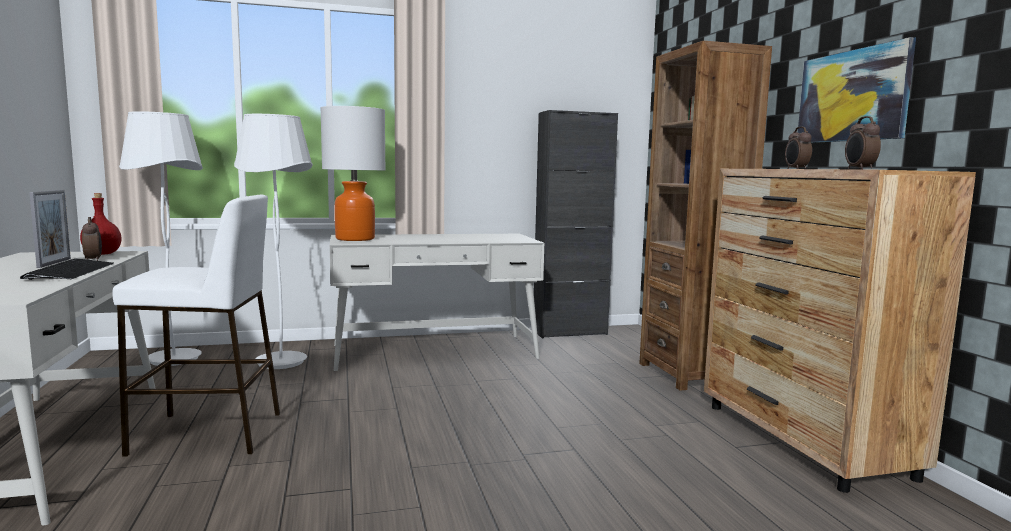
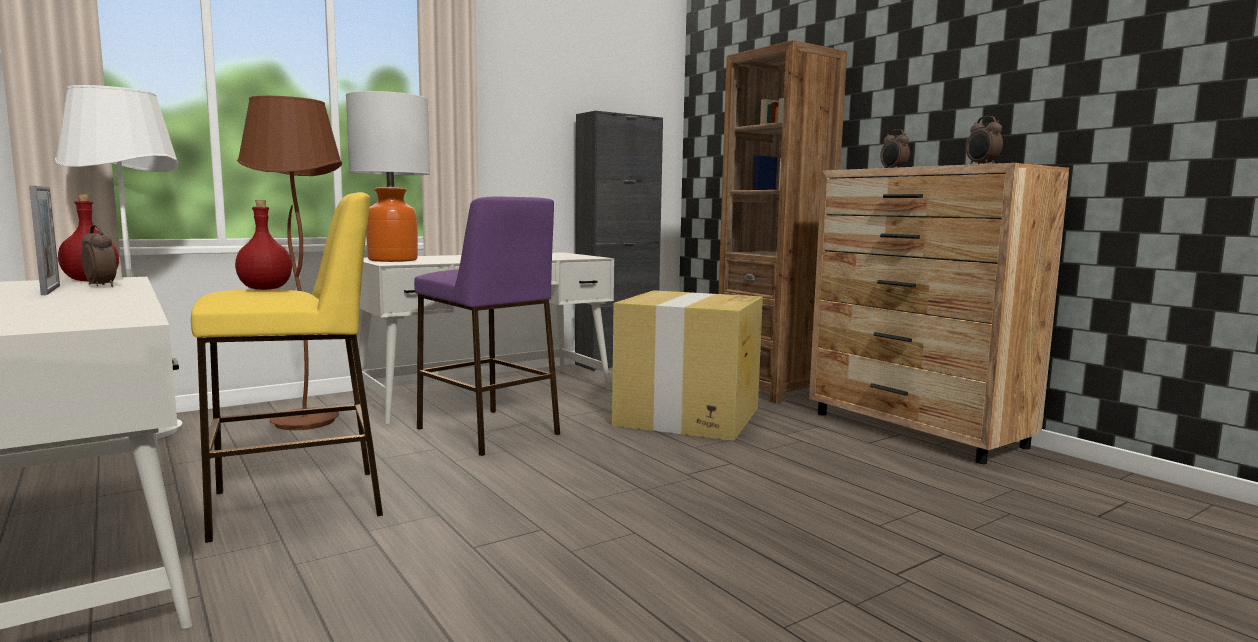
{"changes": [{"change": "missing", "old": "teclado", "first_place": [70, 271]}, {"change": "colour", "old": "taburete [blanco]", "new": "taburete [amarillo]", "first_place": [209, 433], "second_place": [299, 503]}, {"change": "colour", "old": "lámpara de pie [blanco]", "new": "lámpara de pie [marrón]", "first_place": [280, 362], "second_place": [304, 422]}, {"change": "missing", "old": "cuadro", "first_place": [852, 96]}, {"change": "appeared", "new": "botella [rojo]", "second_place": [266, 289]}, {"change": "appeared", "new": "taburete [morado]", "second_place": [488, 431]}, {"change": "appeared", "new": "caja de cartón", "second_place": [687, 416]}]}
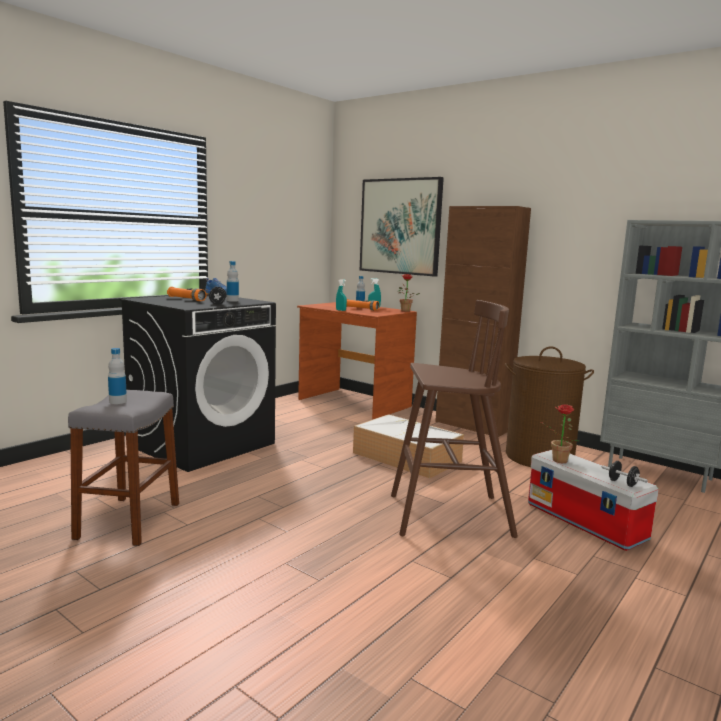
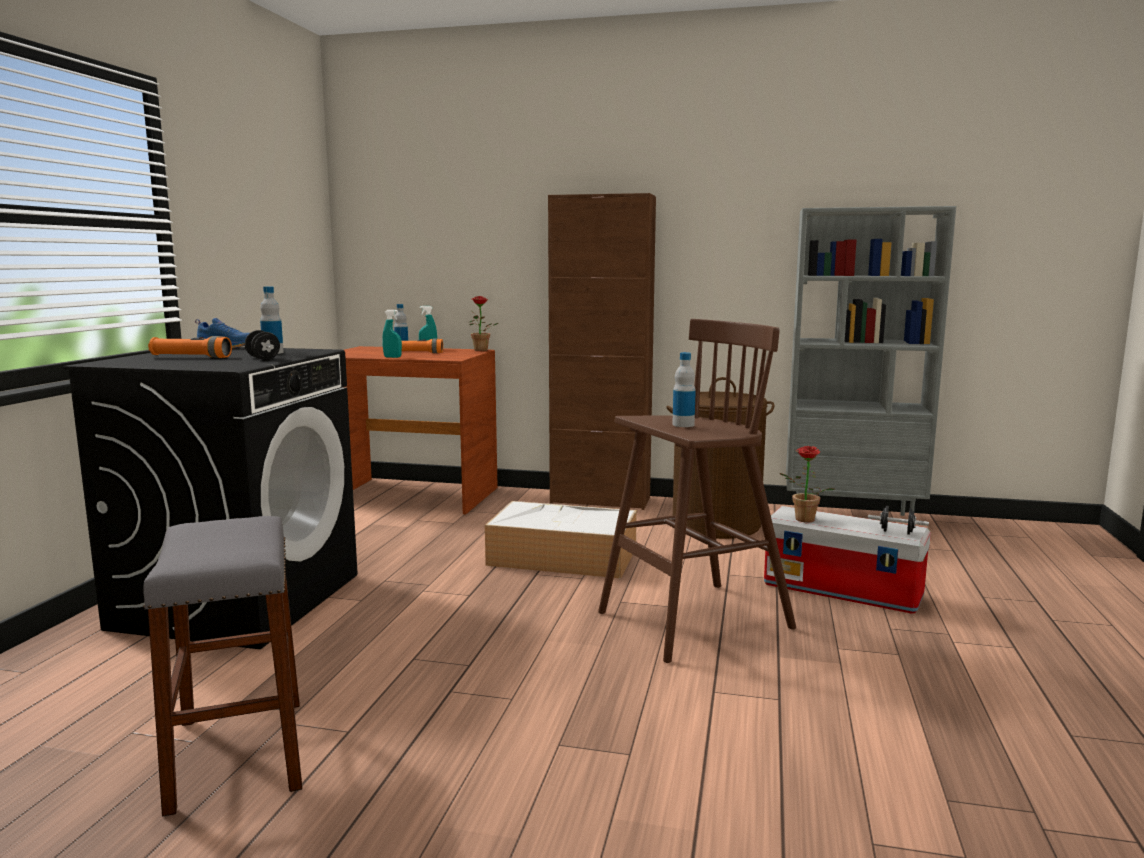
{"changes": [{"change": "relocated", "old": "botella", "first_place": [118, 401], "second_place": [683, 425]}, {"change": "missing", "old": "cuadro", "first_place": [400, 226]}]}
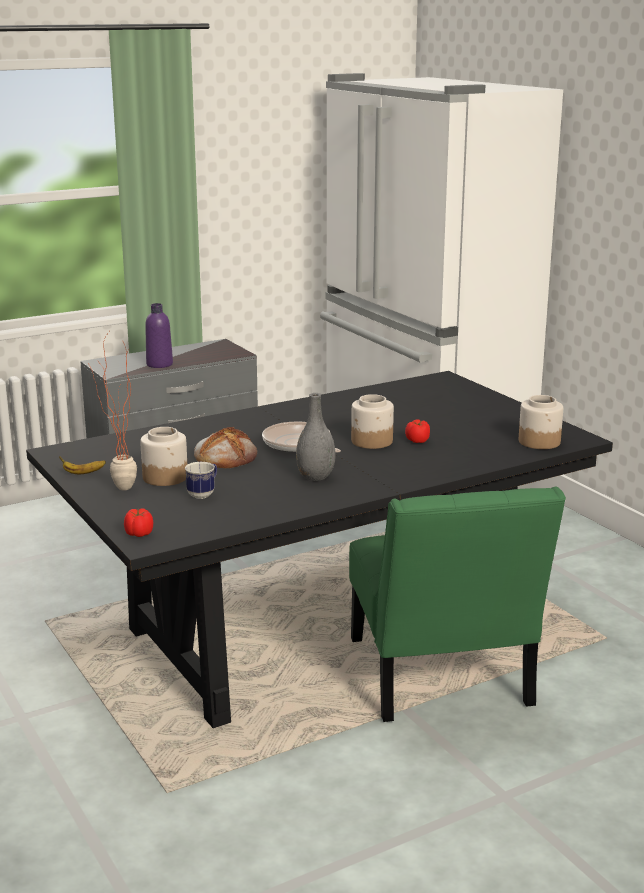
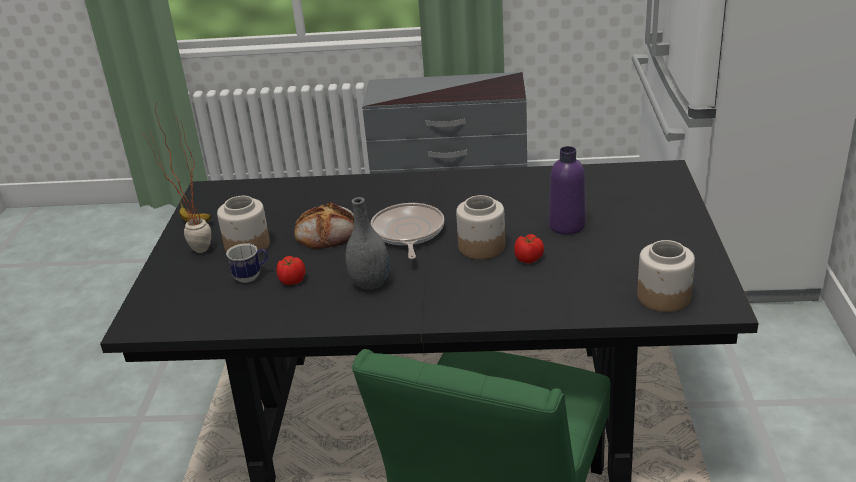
{"changes": [{"change": "relocated", "old": "tomate", "first_place": [139, 534], "second_place": [292, 281]}, {"change": "relocated", "old": "botella [morado]", "first_place": [159, 364], "second_place": [567, 226]}]}
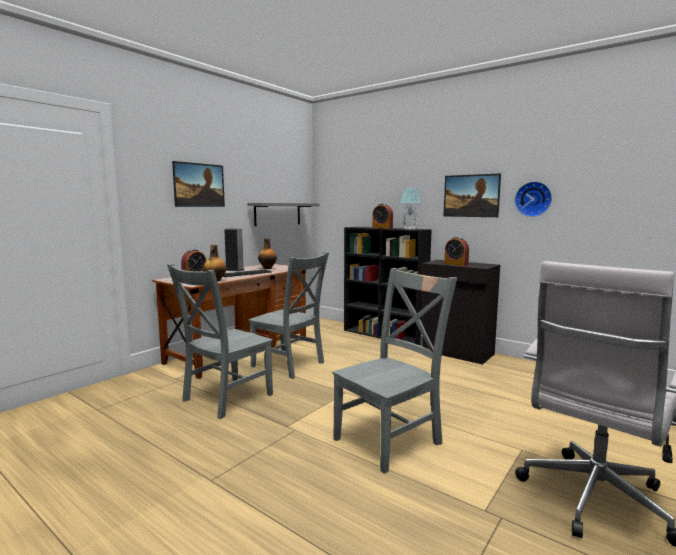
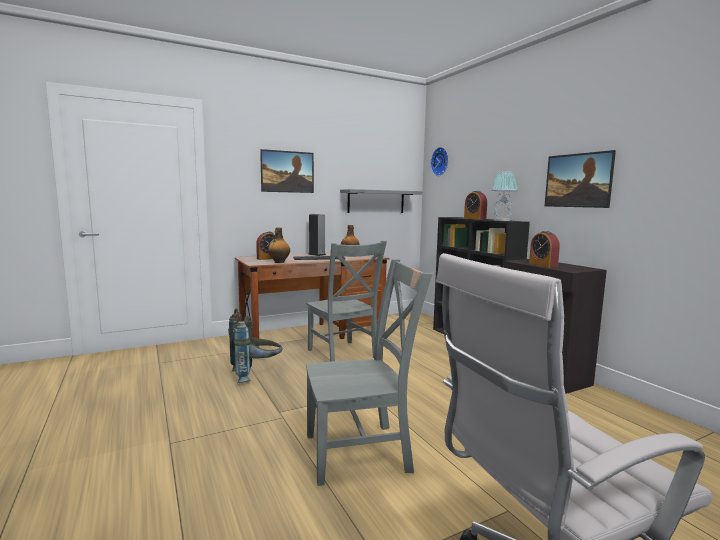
{"changes": [{"change": "exchanged", "old": "silla [gris]", "new": "mochila [gris]", "first_place": [225, 399], "second_place": [256, 374]}, {"change": "relocated", "old": "reloj de pared", "first_place": [533, 199], "second_place": [441, 161]}]}
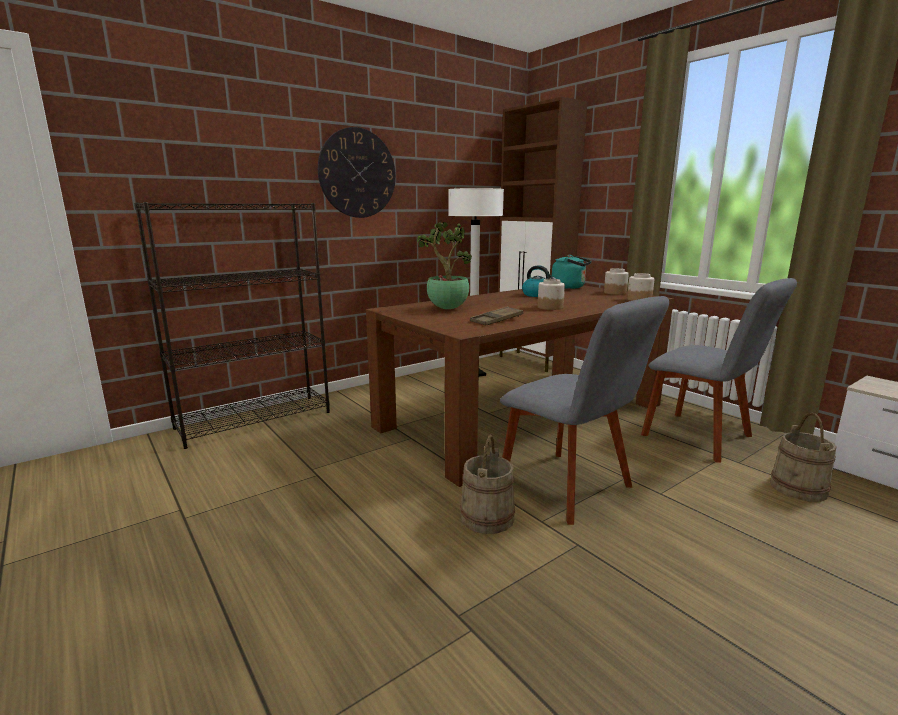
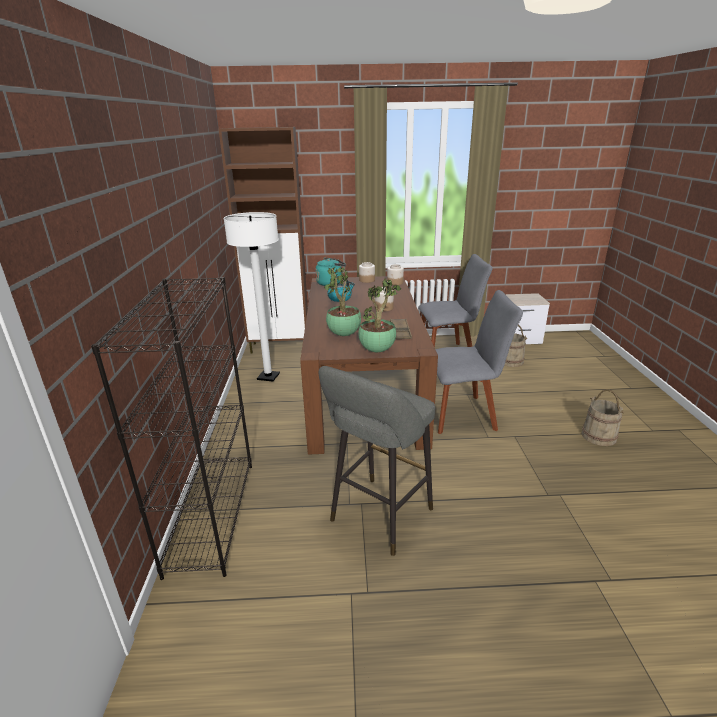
{"changes": [{"change": "missing", "old": "reloj de pared", "first_place": [357, 173]}, {"change": "relocated", "old": "cubo [beis]", "first_place": [487, 517], "second_place": [599, 436]}, {"change": "appeared", "new": "taburete [gris]", "second_place": [378, 518]}, {"change": "appeared", "new": "planta en maceta", "second_place": [378, 350]}]}
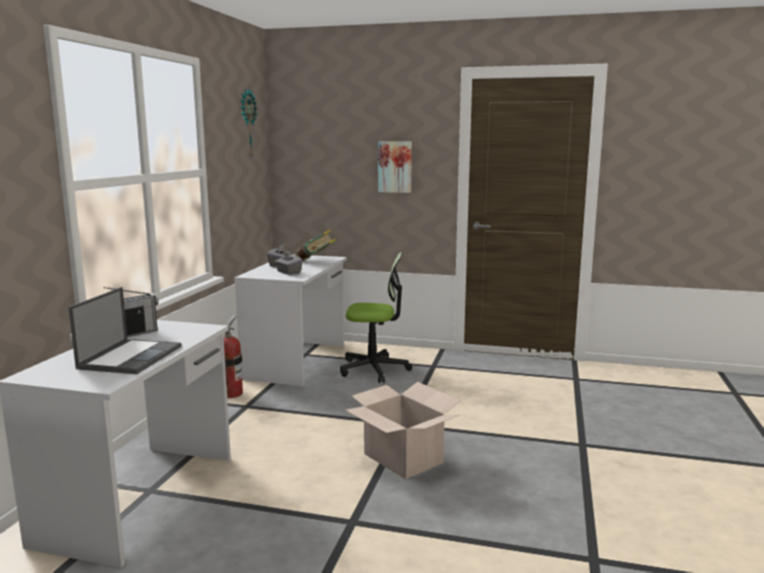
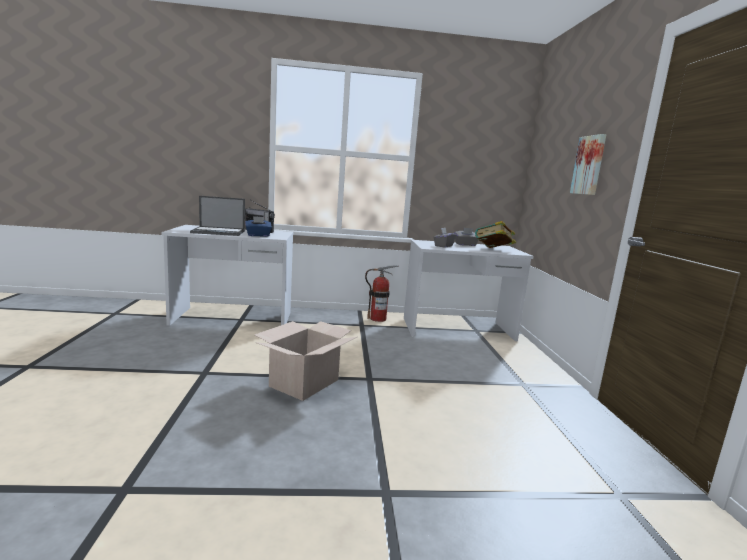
{"changes": [{"change": "missing", "old": "reloj de pared", "first_place": [247, 123]}, {"change": "missing", "old": "silla de oficina", "first_place": [374, 369]}, {"change": "appeared", "new": "caja de pañuelos [azul]", "second_place": [258, 235]}]}
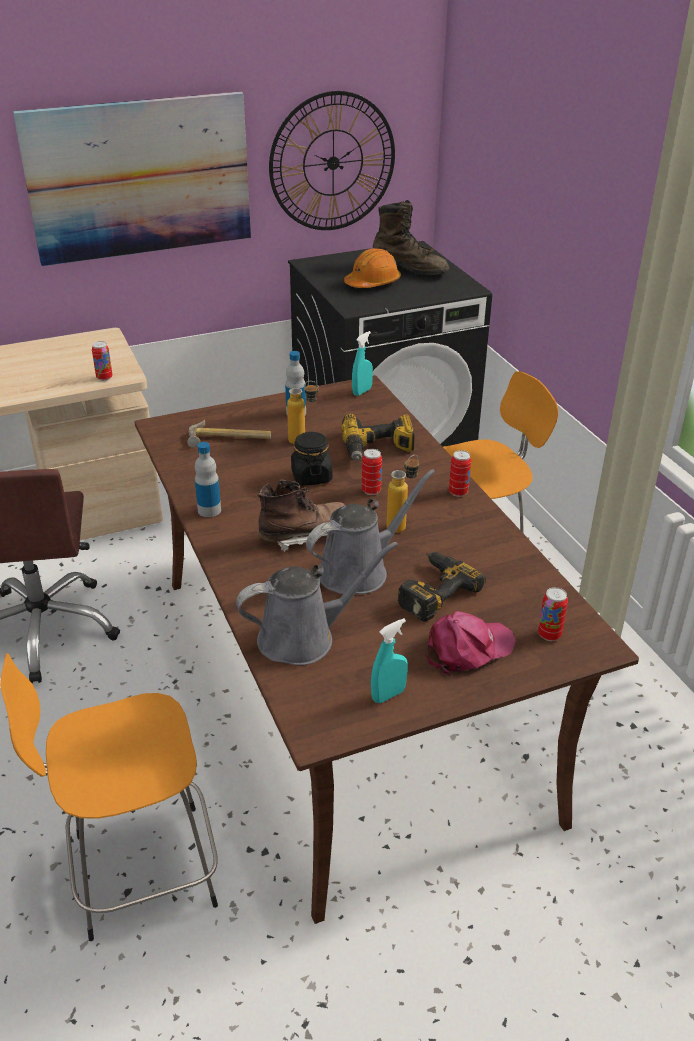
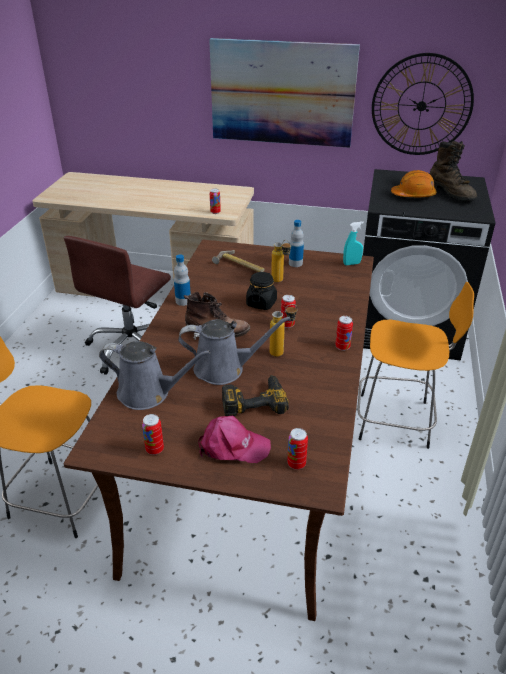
{"changes": [{"change": "missing", "old": "taladro", "first_place": [377, 448]}, {"change": "exchanged", "old": "pulverizador [turquesa]", "new": "lata", "first_place": [388, 695], "second_place": [154, 449]}]}
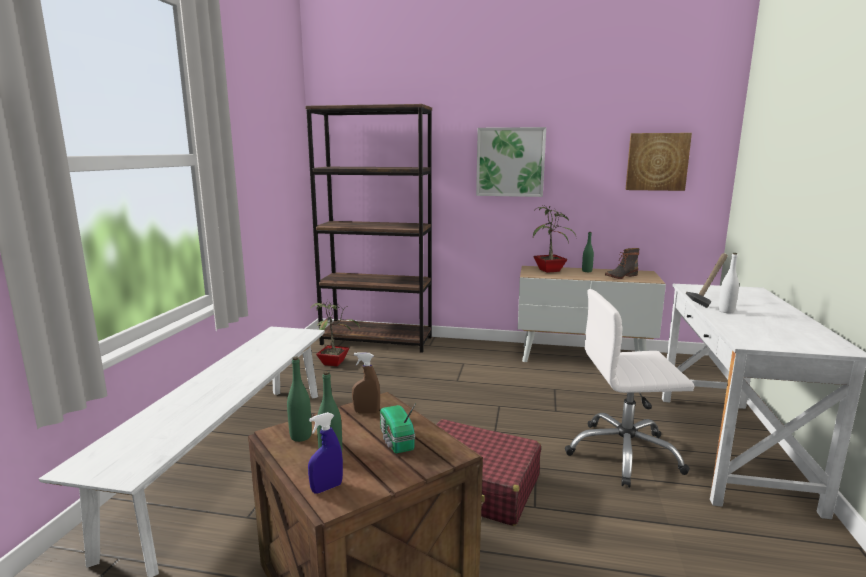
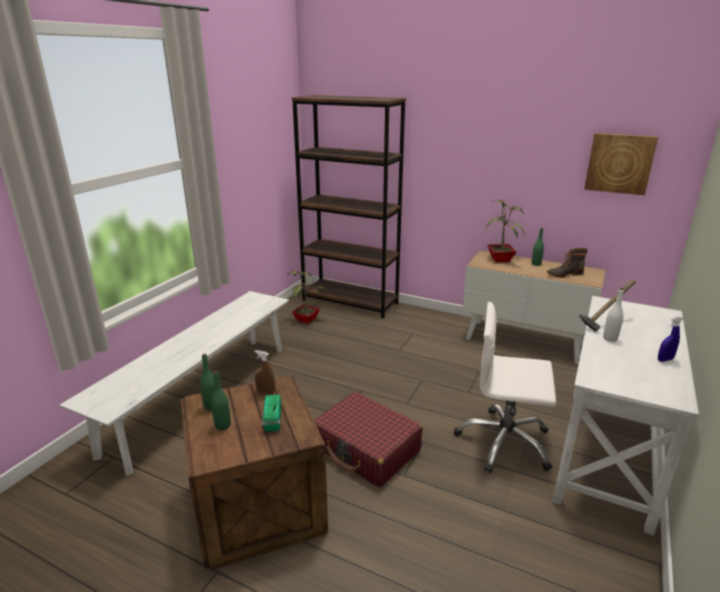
{"changes": [{"change": "relocated", "old": "pulverizador [azul]", "first_place": [326, 488], "second_place": [665, 359]}, {"change": "missing", "old": "cuadro", "first_place": [510, 162]}]}
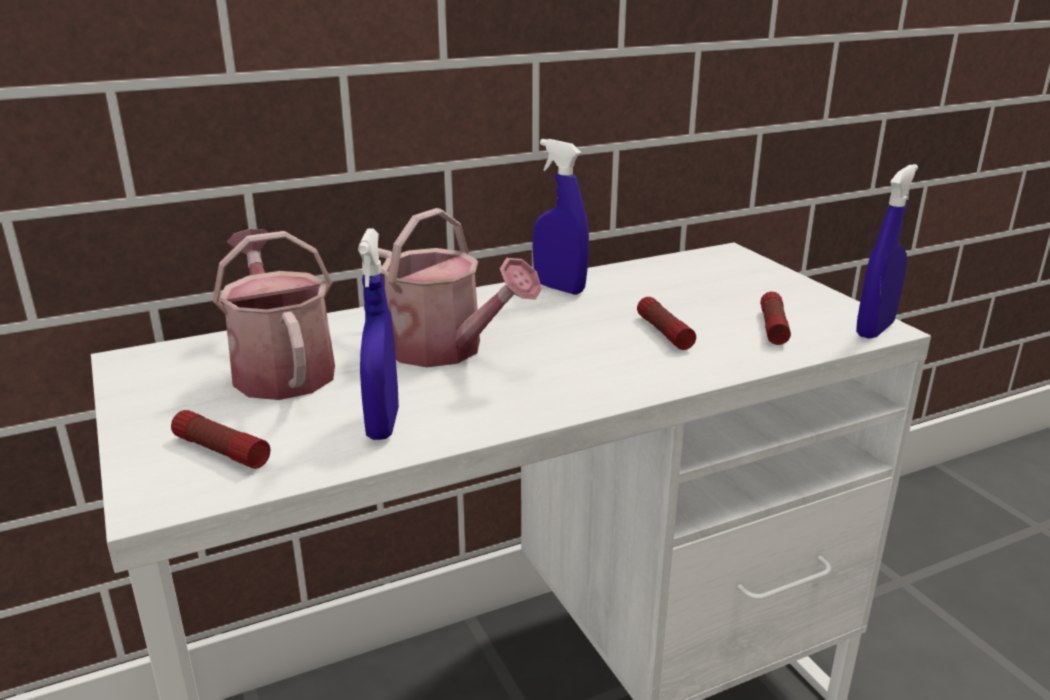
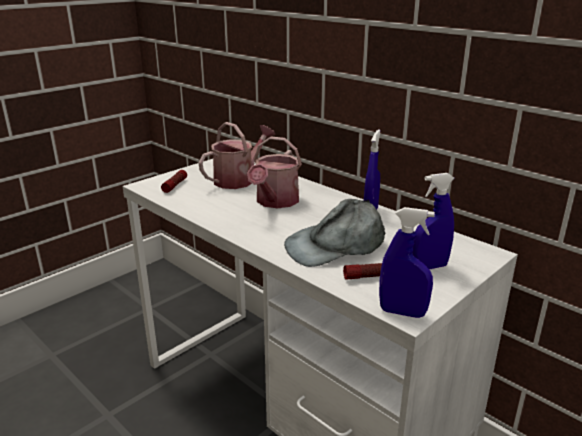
{"changes": [{"change": "relocated", "old": "pulverizador [azul]", "first_place": [383, 424], "second_place": [429, 267]}, {"change": "exchanged", "old": "linterna", "new": "gorra [gris]", "first_place": [663, 332], "second_place": [336, 246]}]}
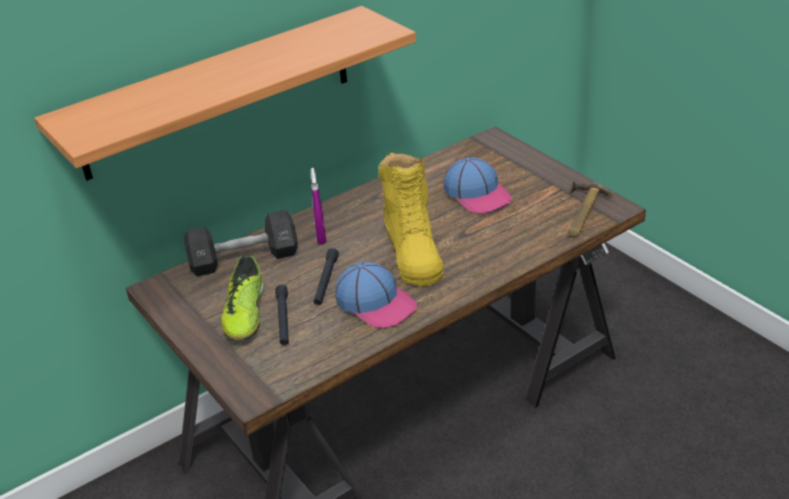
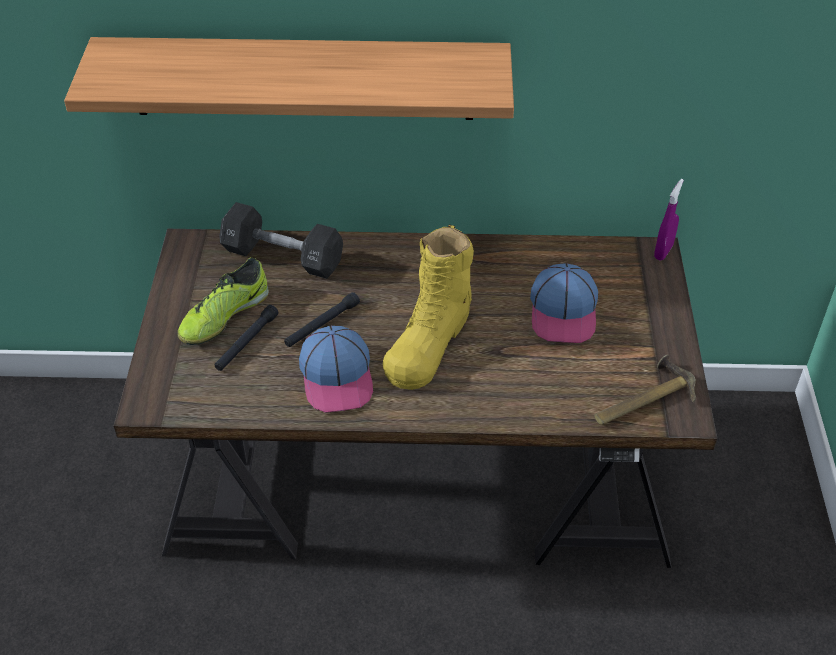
{"changes": [{"change": "relocated", "old": "pulverizador [morado]", "first_place": [321, 237], "second_place": [663, 251]}]}
